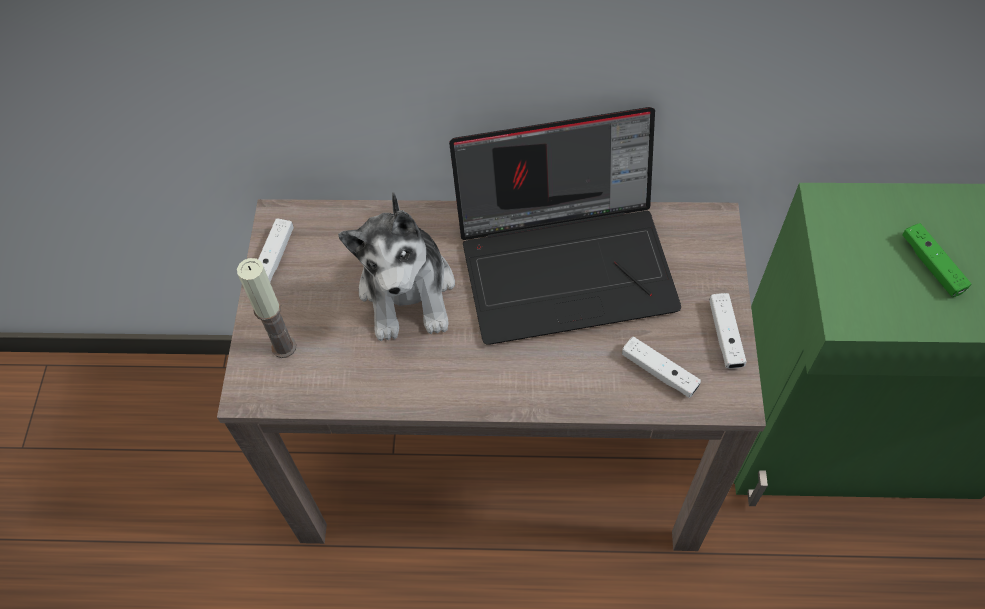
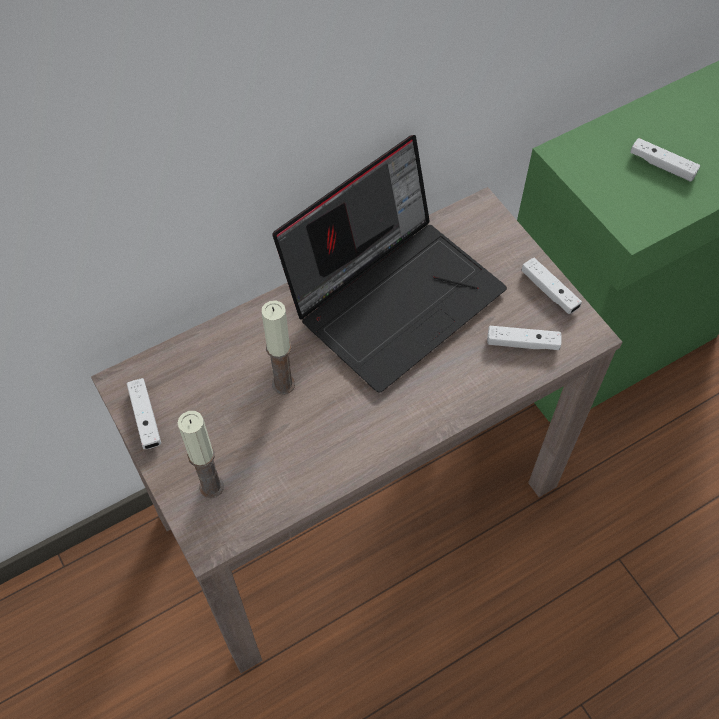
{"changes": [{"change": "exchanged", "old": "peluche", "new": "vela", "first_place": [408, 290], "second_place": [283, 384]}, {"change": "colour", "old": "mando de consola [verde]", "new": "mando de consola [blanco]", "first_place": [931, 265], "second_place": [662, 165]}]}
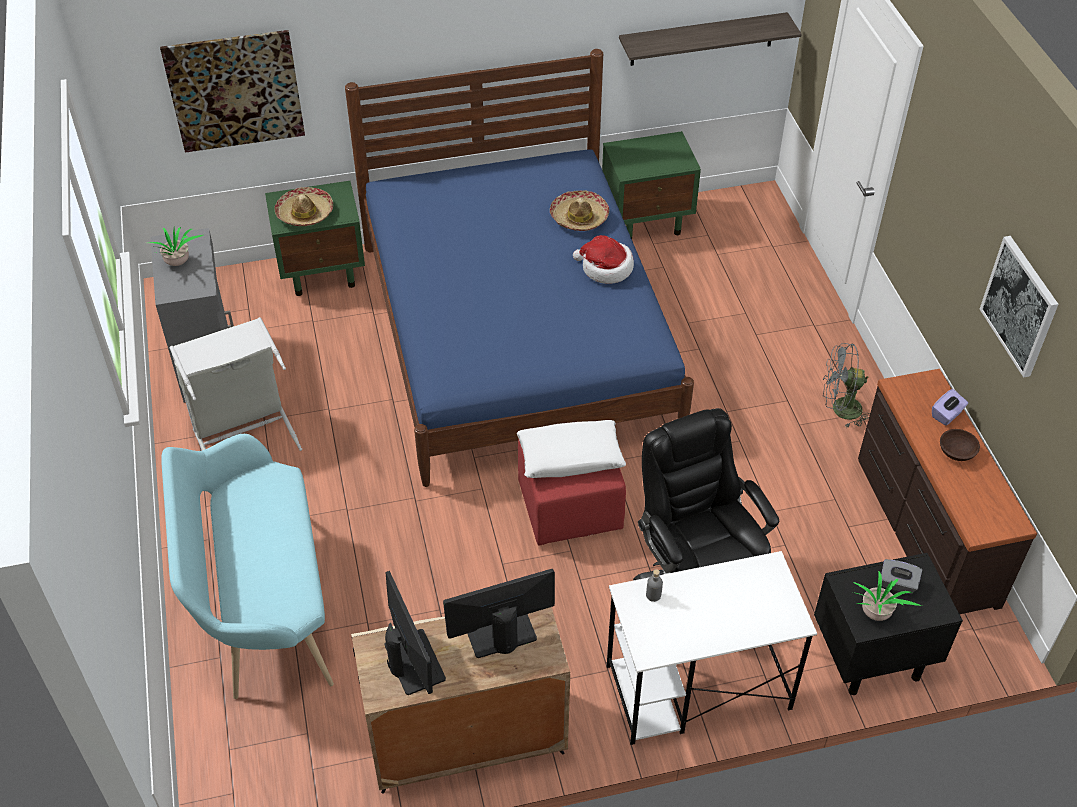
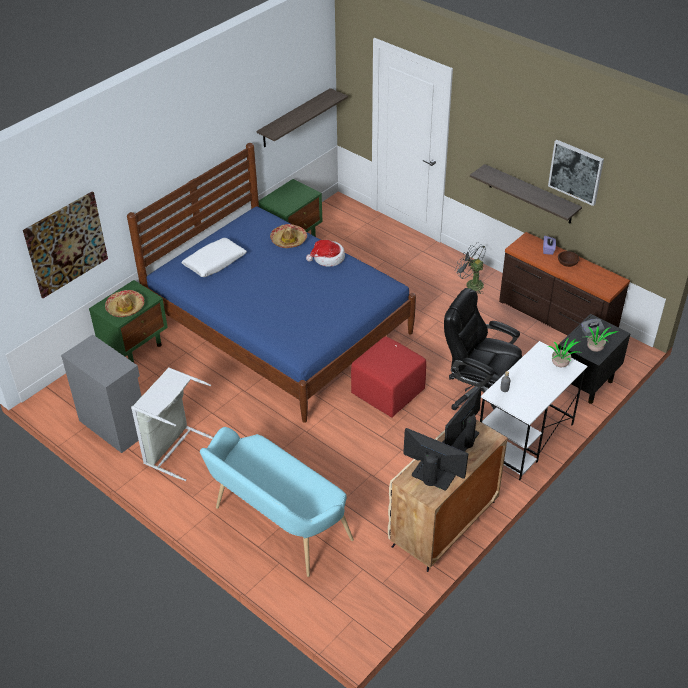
{"changes": [{"change": "relocated", "old": "planta en maceta", "first_place": [178, 264], "second_place": [561, 365]}, {"change": "relocated", "old": "cojín [blanco]", "first_place": [570, 457], "second_place": [215, 263]}, {"change": "spun", "old": "ventilador [gris]", "first_place": [840, 409], "second_place": [471, 284], "degrees": 75}, {"change": "appeared", "new": "estante", "second_place": [530, 194]}]}
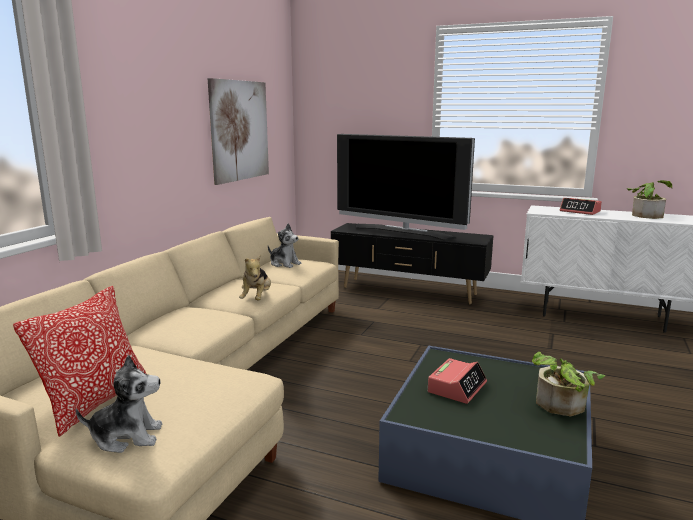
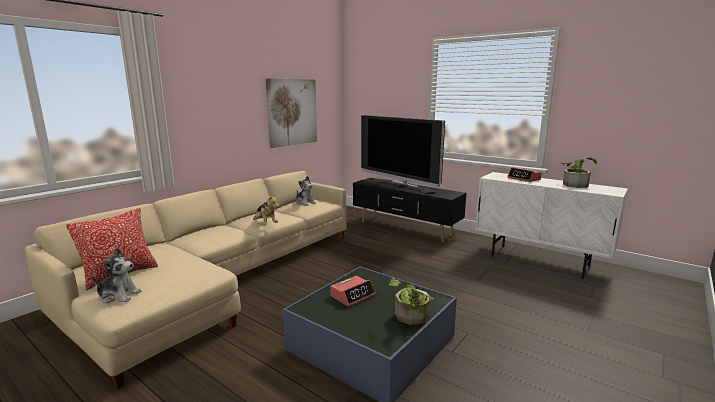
{"changes": [{"change": "spun", "old": "peluche", "first_place": [257, 298], "second_place": [265, 224], "degrees": -60}]}
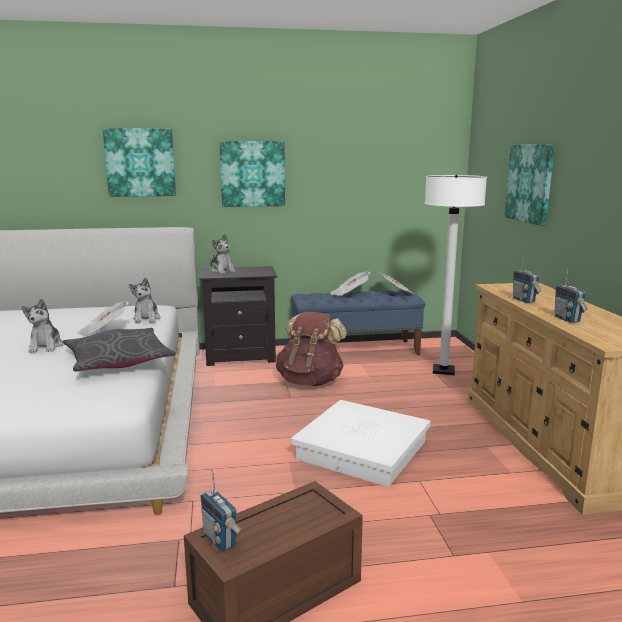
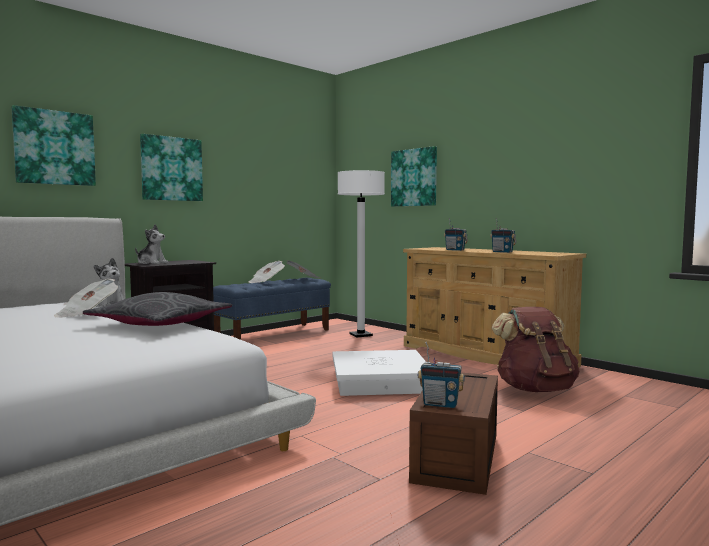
{"changes": [{"change": "missing", "old": "peluche", "first_place": [46, 346]}, {"change": "relocated", "old": "mochila [marrón]", "first_place": [310, 381], "second_place": [535, 389]}]}
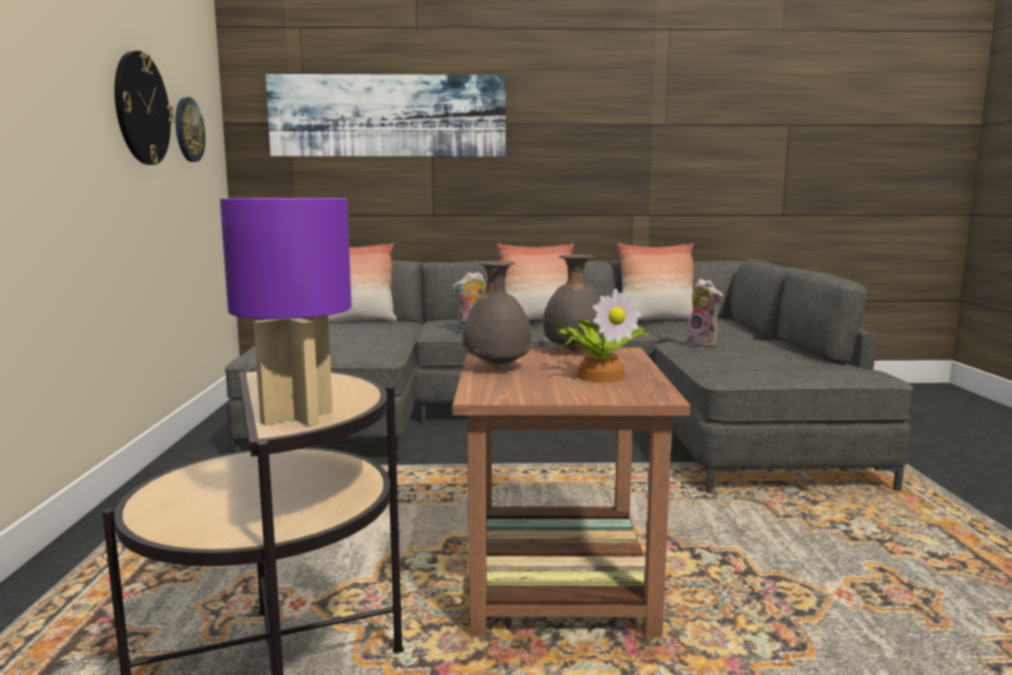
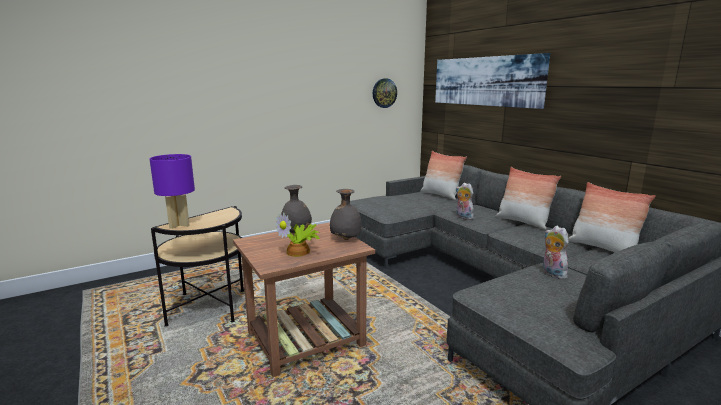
{"changes": [{"change": "missing", "old": "reloj de pared", "first_place": [142, 109]}, {"change": "spun", "old": "peluche", "first_place": [703, 344], "second_place": [551, 274], "degrees": 135}]}
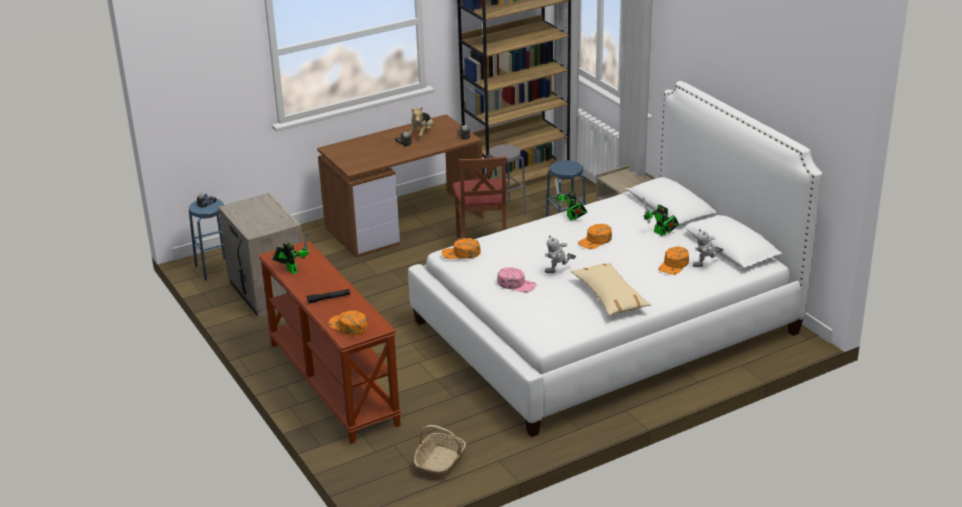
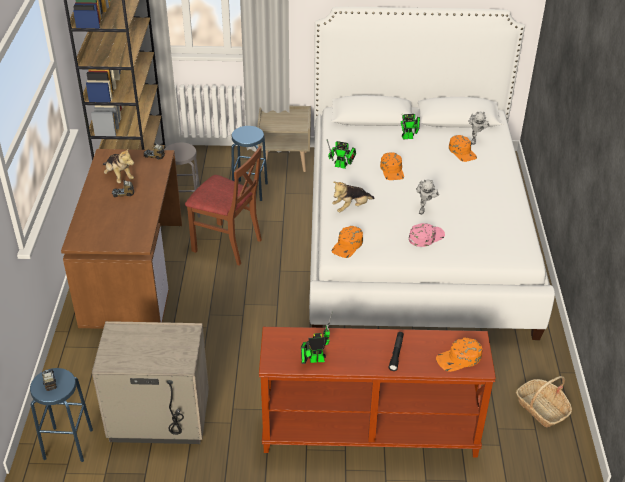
{"changes": [{"change": "missing", "old": "cojín [beis]", "first_place": [609, 297]}, {"change": "appeared", "new": "peluche", "second_place": [351, 207]}]}
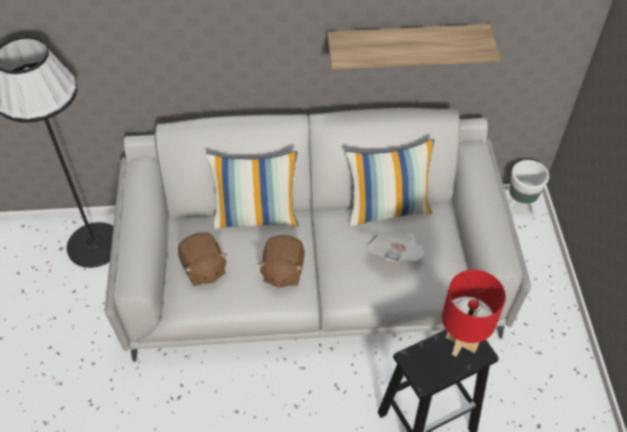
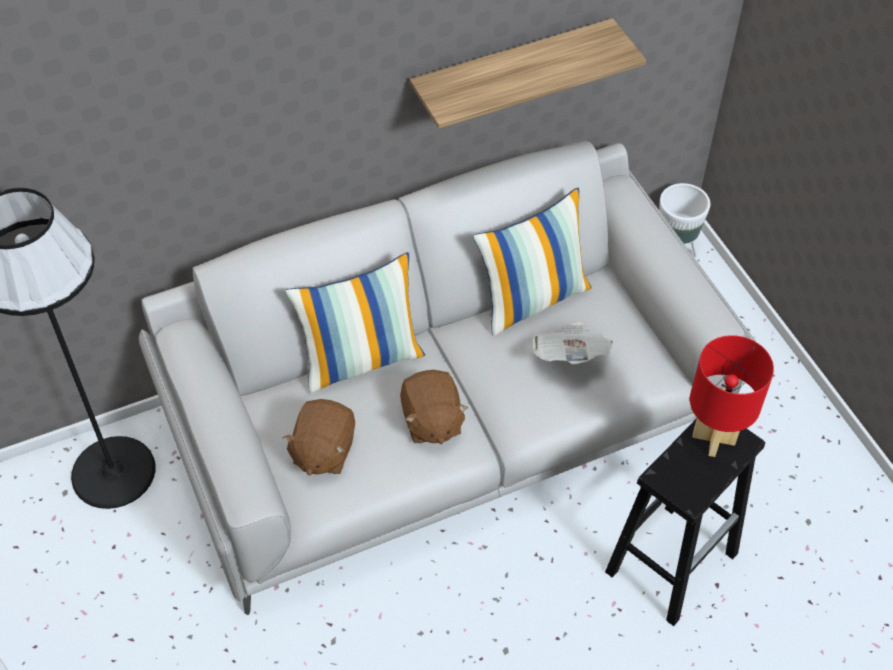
{"changes": [{"change": "spun", "old": "peluche [marrón]", "first_place": [203, 269], "second_place": [323, 451], "degrees": 60}]}
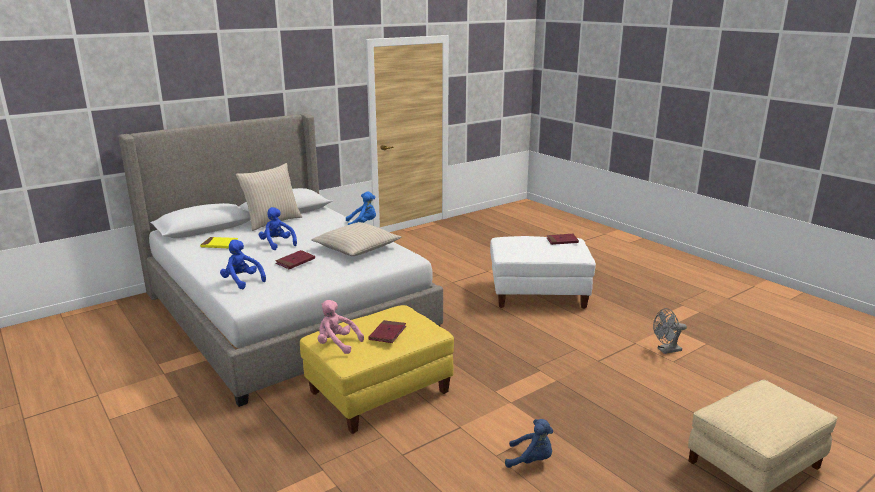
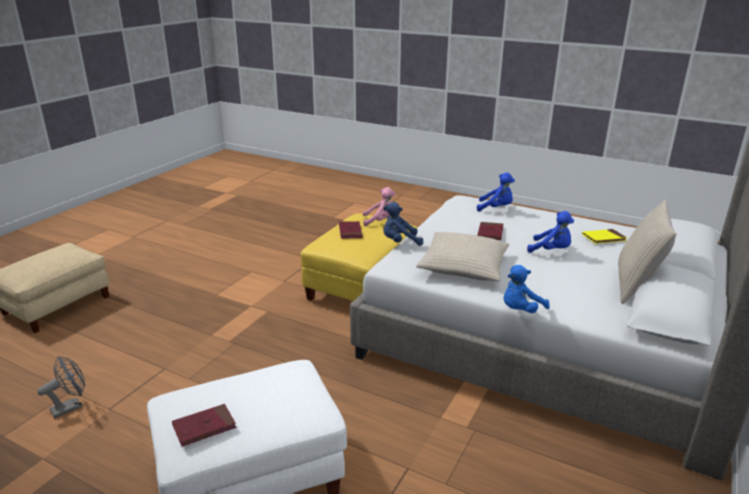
{"changes": [{"change": "relocated", "old": "peluche [azul]", "first_place": [531, 460], "second_place": [400, 242]}]}
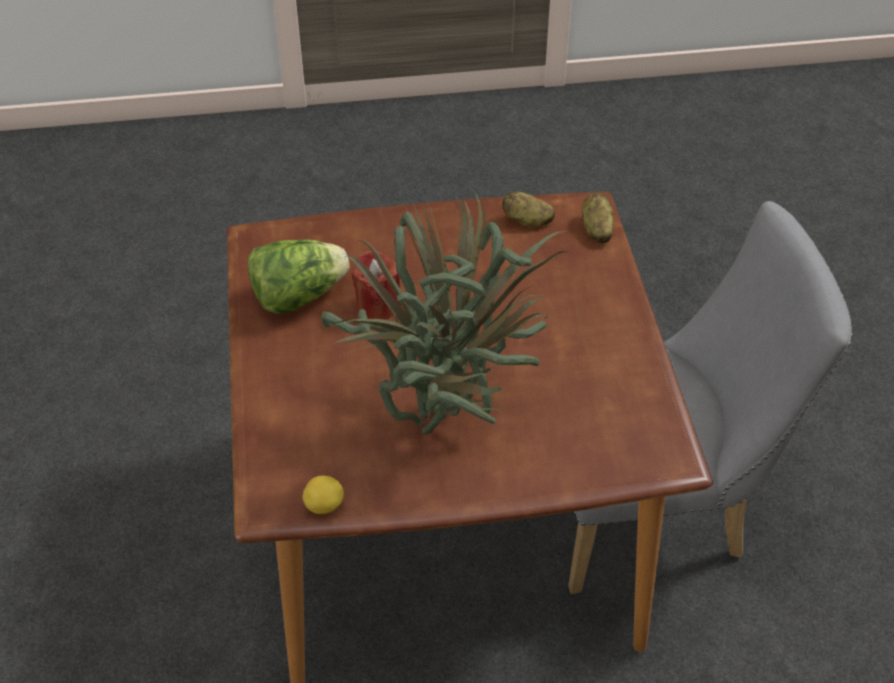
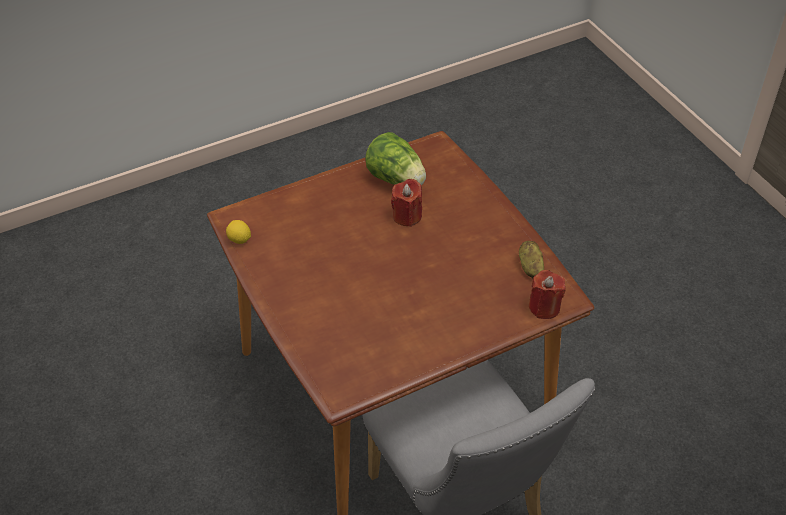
{"changes": [{"change": "missing", "old": "planta en maceta", "first_place": [450, 415]}, {"change": "exchanged", "old": "patata", "new": "vela [rojo]", "first_place": [596, 229], "second_place": [544, 307]}]}
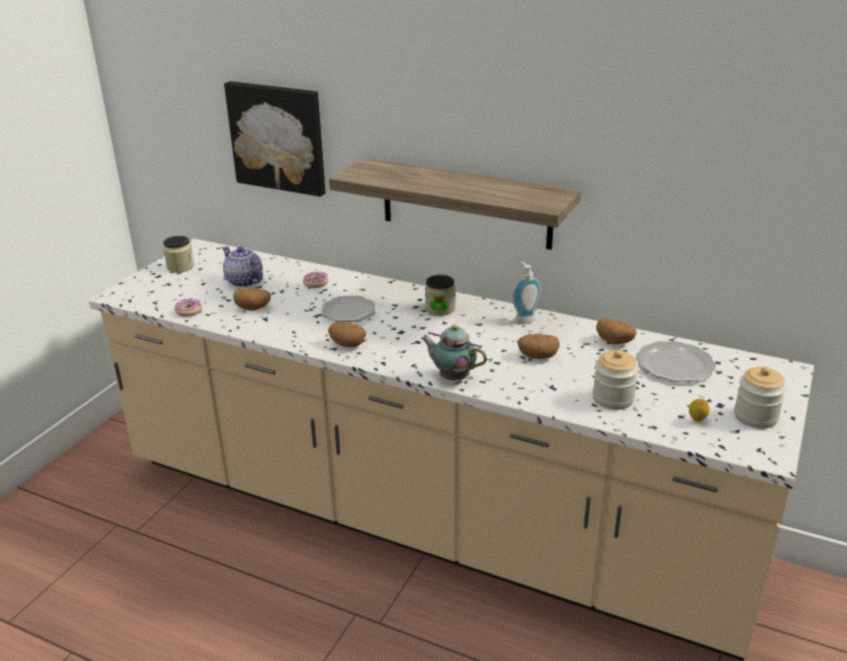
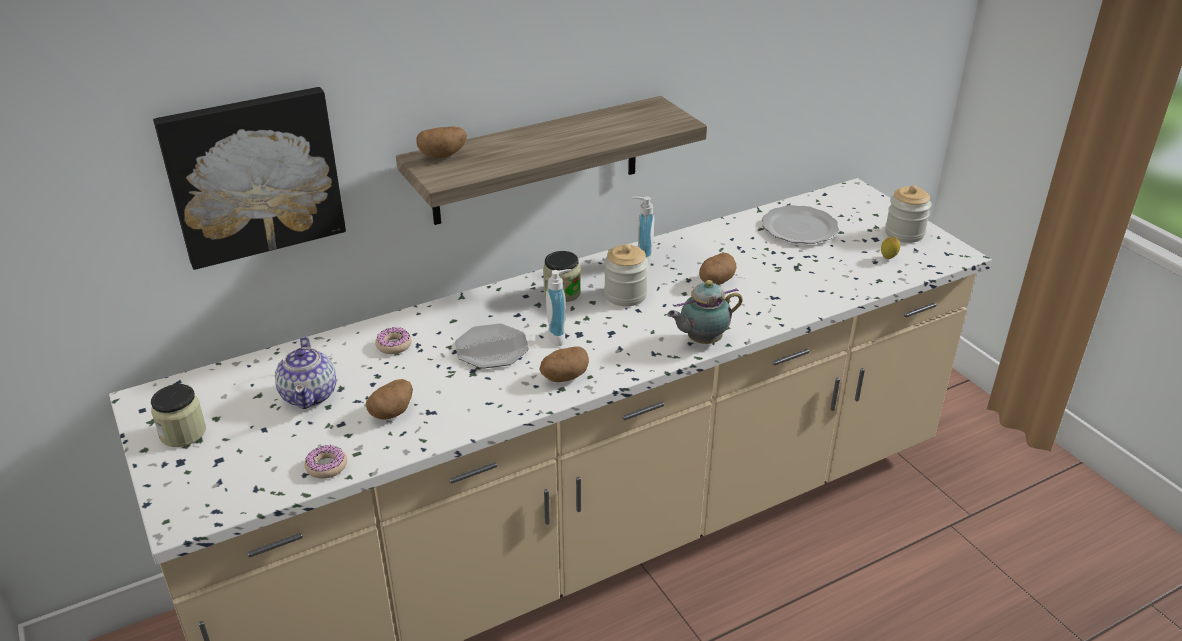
{"changes": [{"change": "spun", "old": "tetera", "first_place": [244, 281], "second_place": [310, 395], "degrees": -90}, {"change": "relocated", "old": "tarro", "first_place": [613, 398], "second_place": [625, 295]}, {"change": "relocated", "old": "patata", "first_place": [615, 342], "second_place": [443, 155]}, {"change": "appeared", "new": "dispensador de jabón", "second_place": [560, 336]}]}
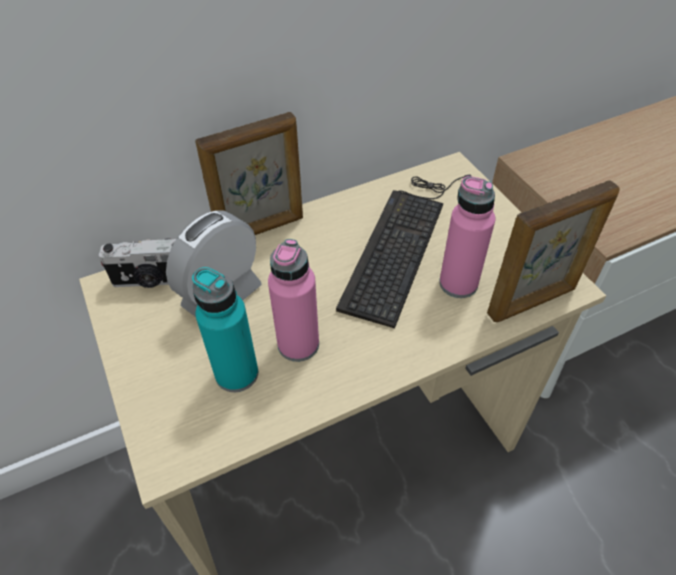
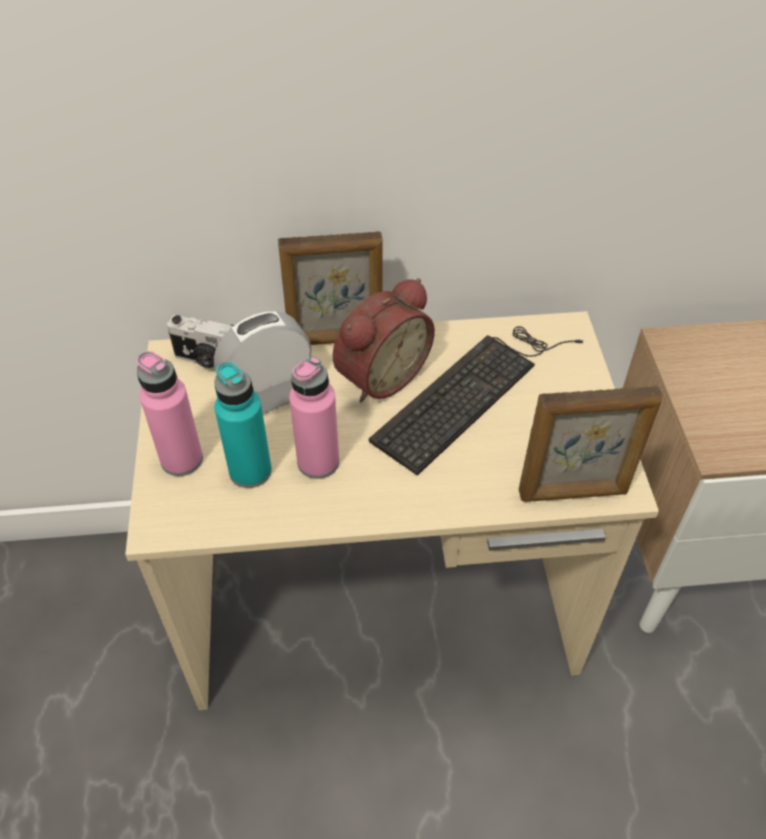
{"changes": [{"change": "relocated", "old": "botella [rosa]", "first_place": [458, 283], "second_place": [182, 459]}, {"change": "appeared", "new": "despertador", "second_place": [379, 375]}]}
